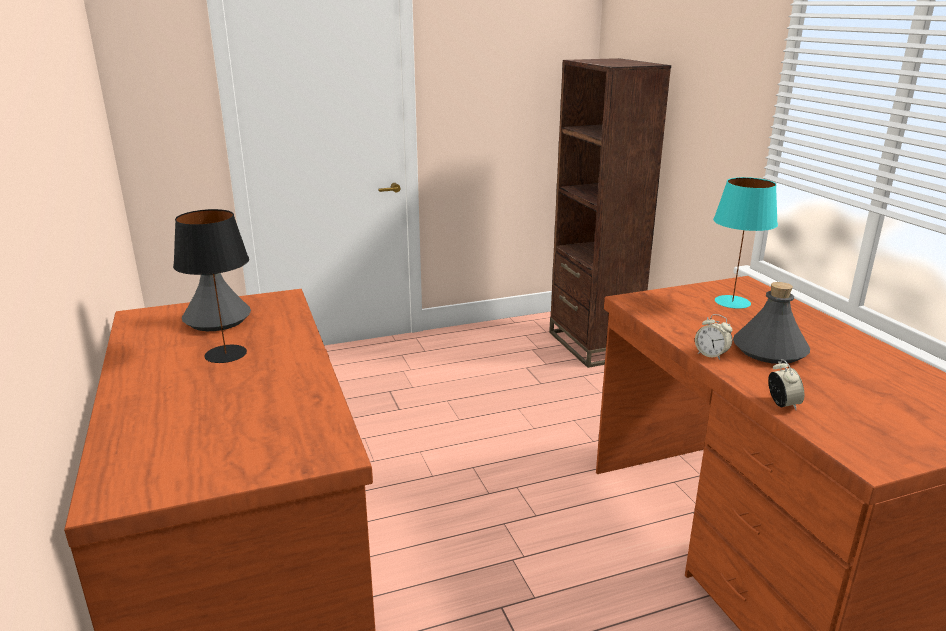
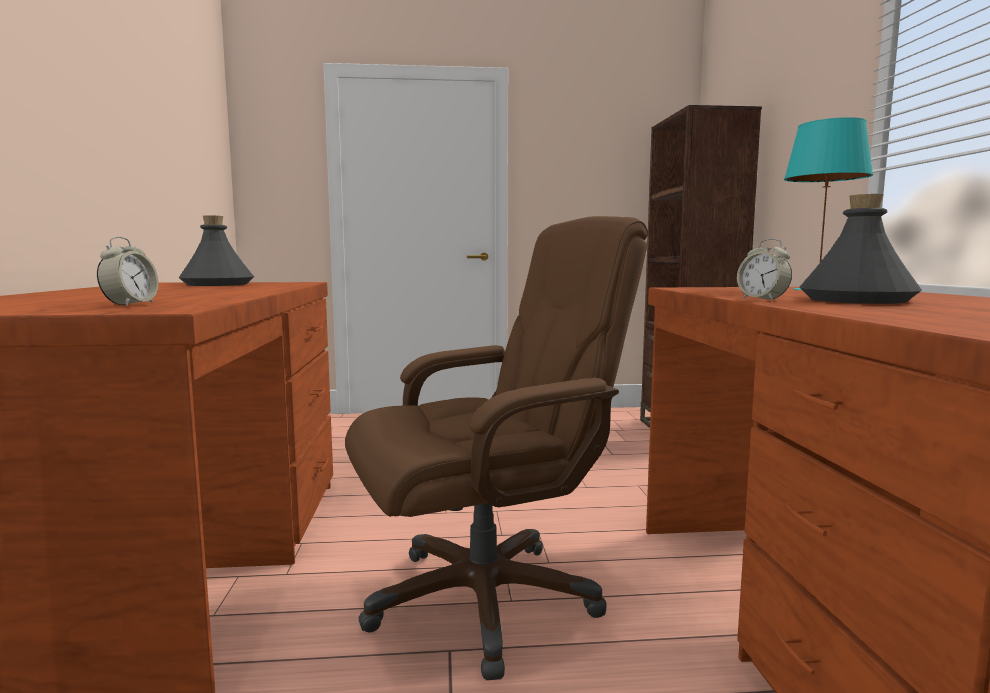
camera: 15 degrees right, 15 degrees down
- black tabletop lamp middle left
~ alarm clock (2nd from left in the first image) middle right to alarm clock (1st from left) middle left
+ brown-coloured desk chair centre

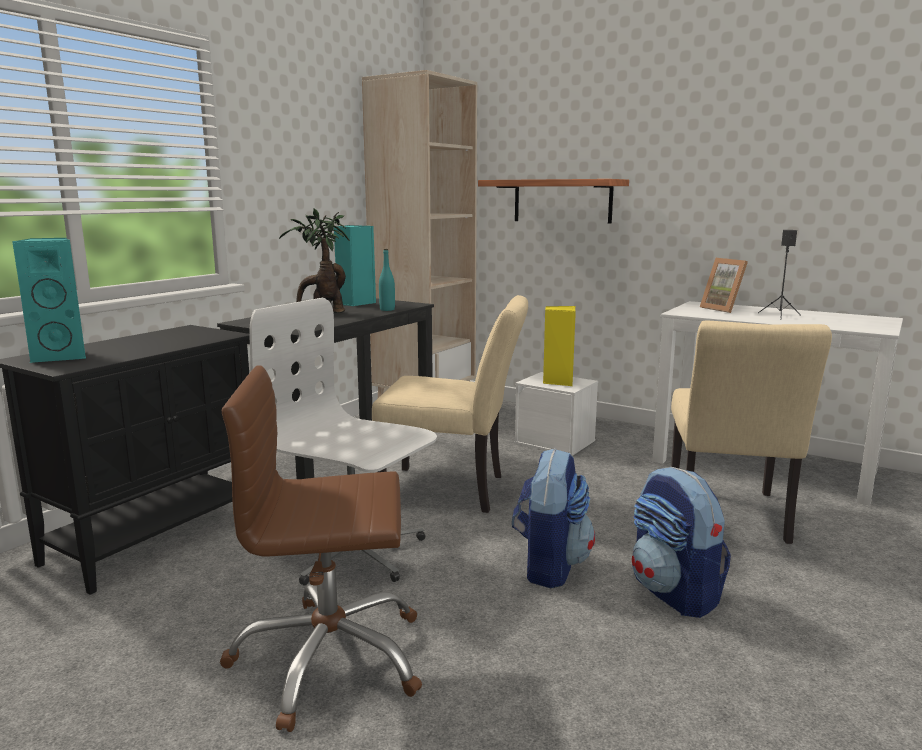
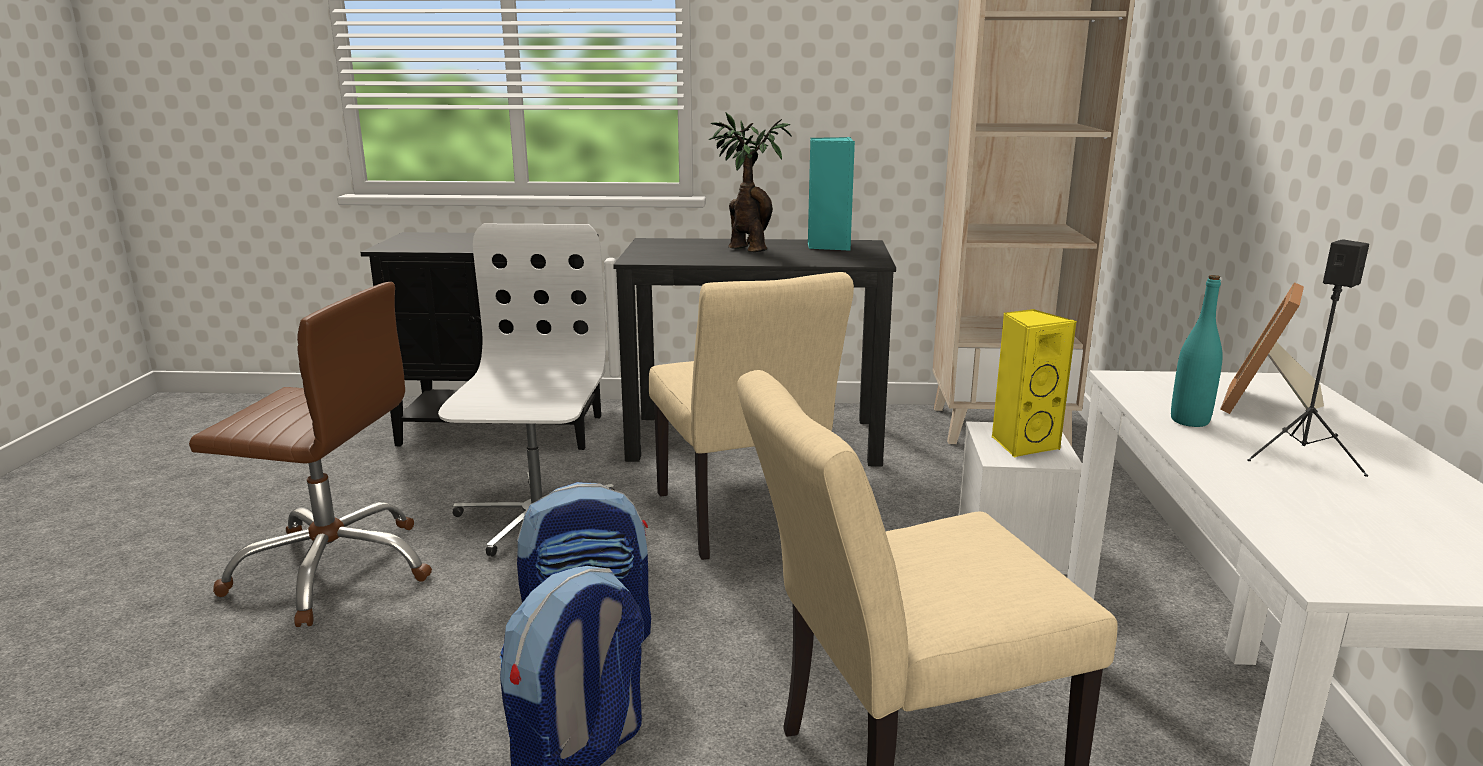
camera: 60 degrees right, 5 degrees up
- turquoise loudspeaker (1st from left) middle left
~ brown-coloured desk chair bottom centre = middle left 135 degrees clockwise
~ turquoise beverage bottle centre to middle right
- bracket shelf top centre

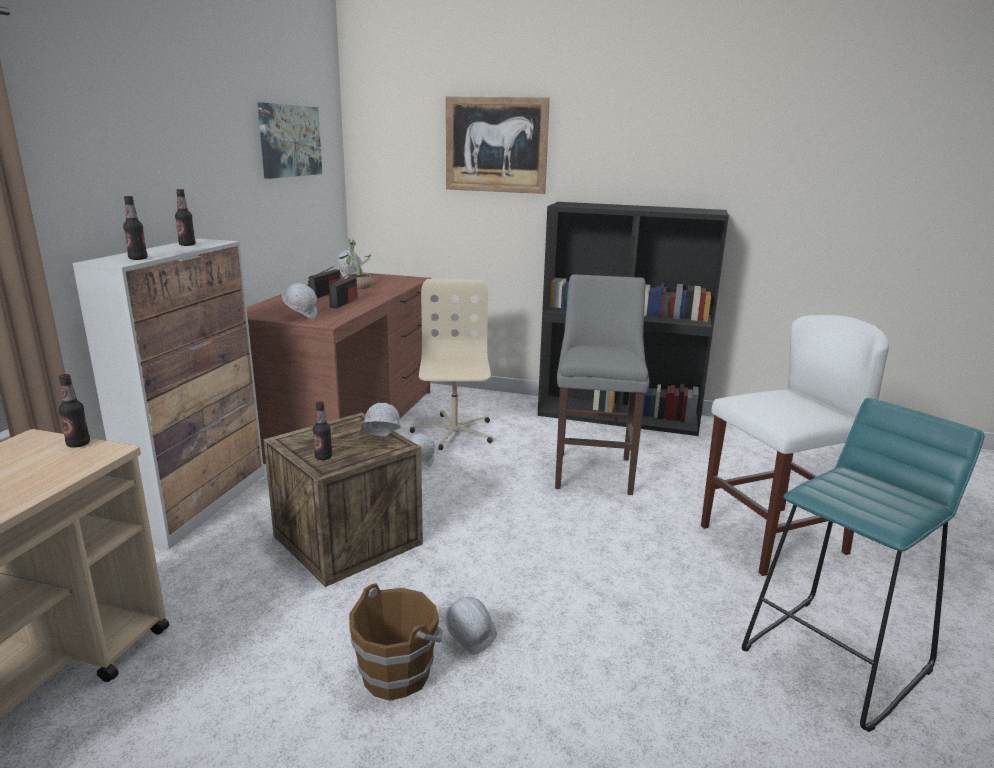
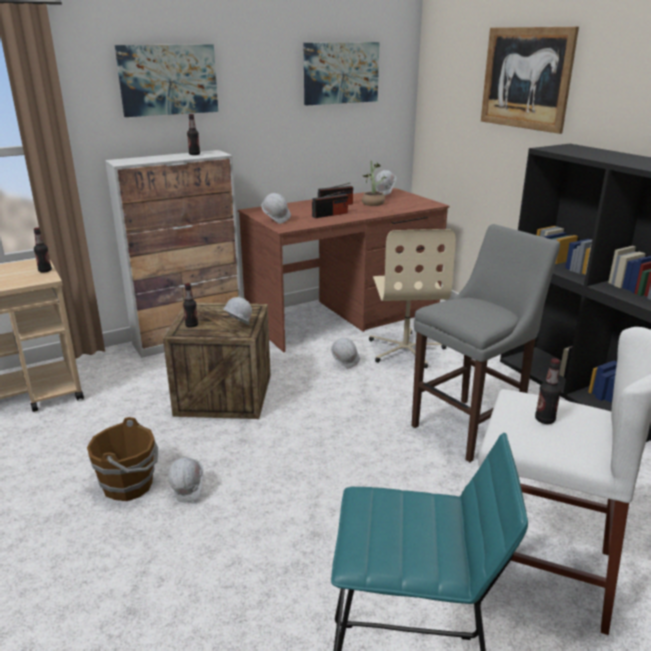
camera: 45 degrees right, 5 degrees up
~ beverage bottle (2nd from left in the first image) top left to beverage bottle (4th from left) middle right
~ beige-coloured desk chair centre = centre 135 degrees clockwise
+ wall art (1st from left) top left

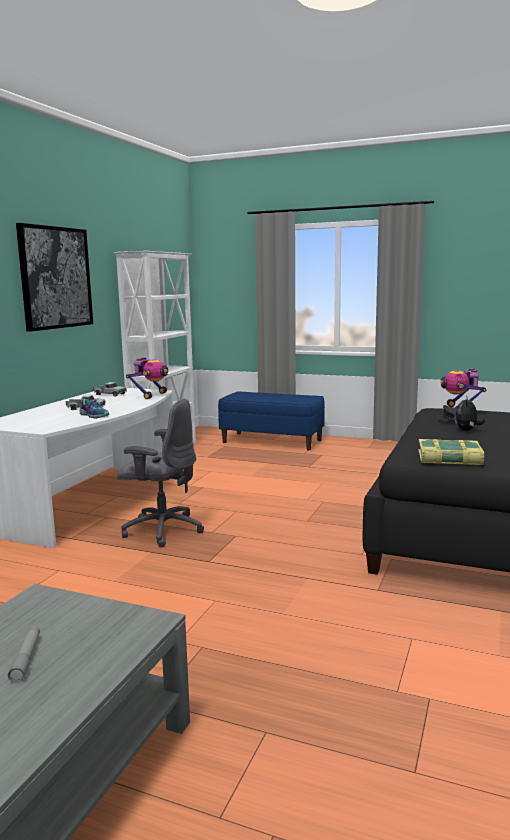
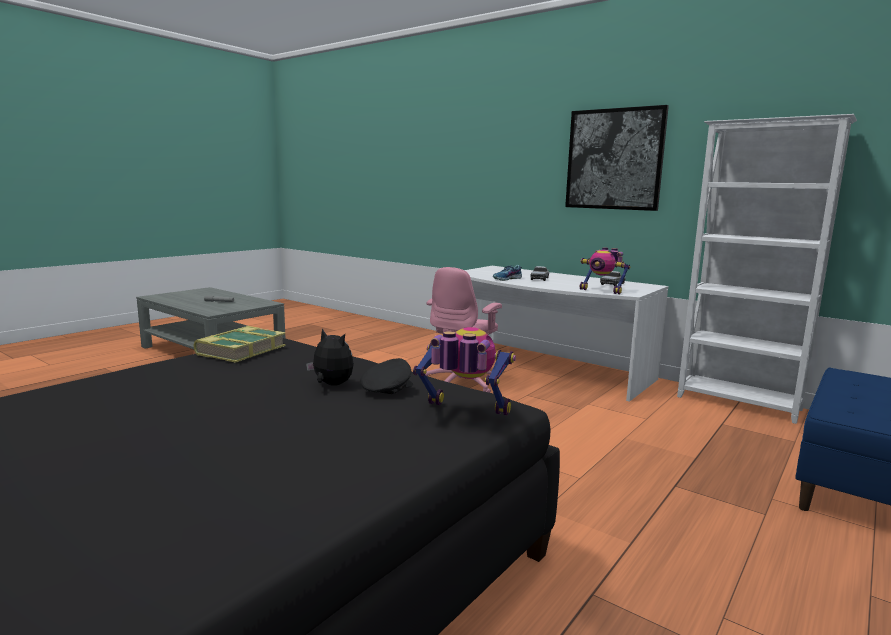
camera: 105 degrees right, 0 degrees up
~ gray desk chair middle left to pink desk chair centre

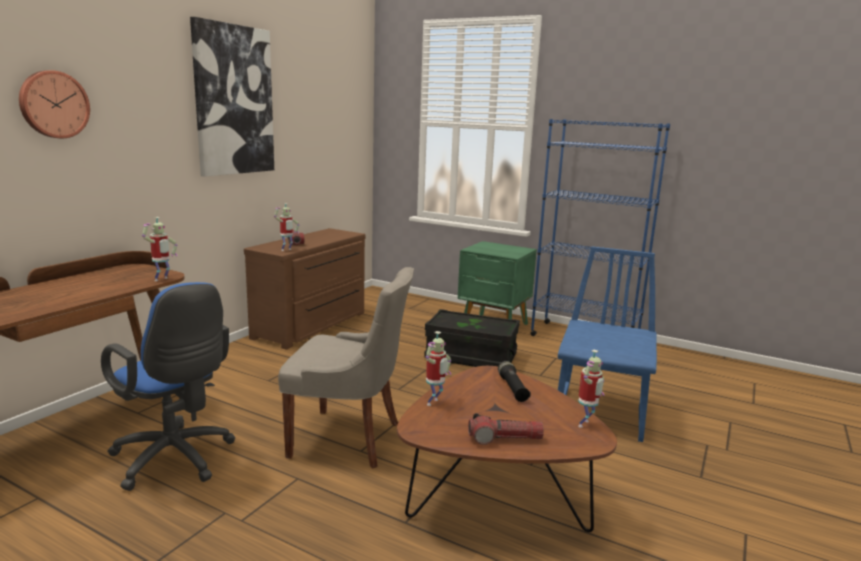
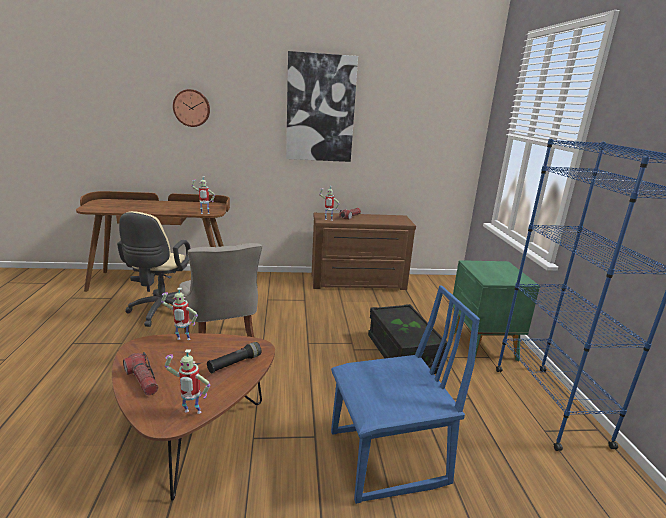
camera: 55 degrees right, 5 degrees up
~ blue desk chair bottom left to beige-coloured desk chair middle left

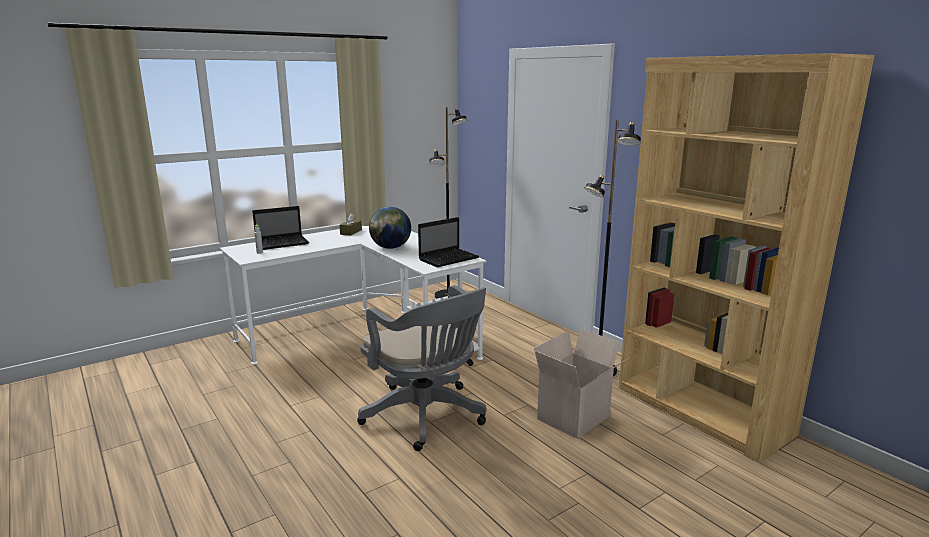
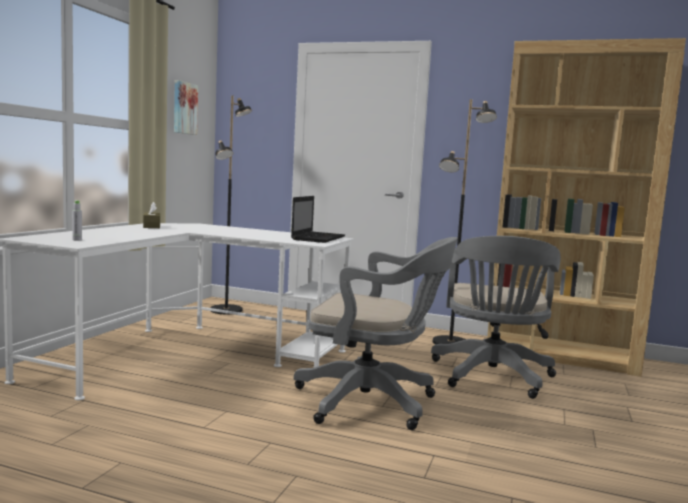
camera: 35 degrees left, 10 degrees down
- portable computer (1st from left) middle left
- world globe centre
~ cardboard box bottom centre to gray desk chair (2nd from left) middle right
+ wall art top left

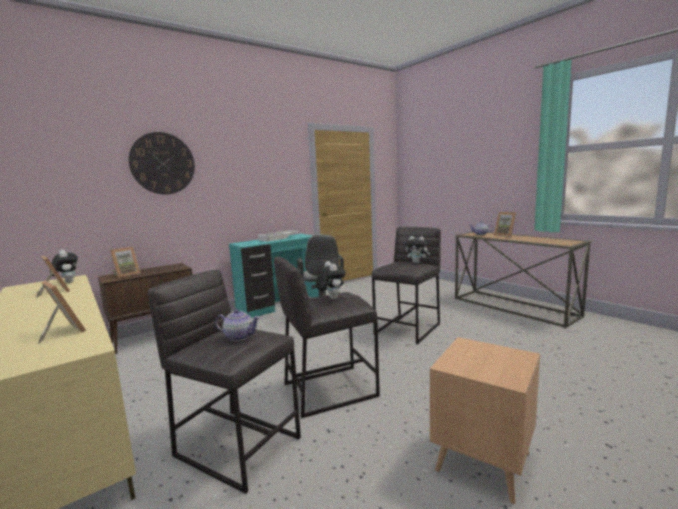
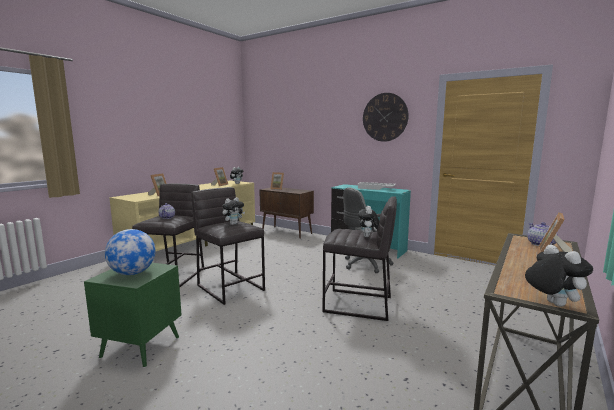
camera: 70 degrees right, 0 degrees up
~ wall clock top left to top centre
~ brown-coloured end table bottom right to green-coloured end table bottom left
+ world globe middle left
+ soft toy (4th from left) bottom right

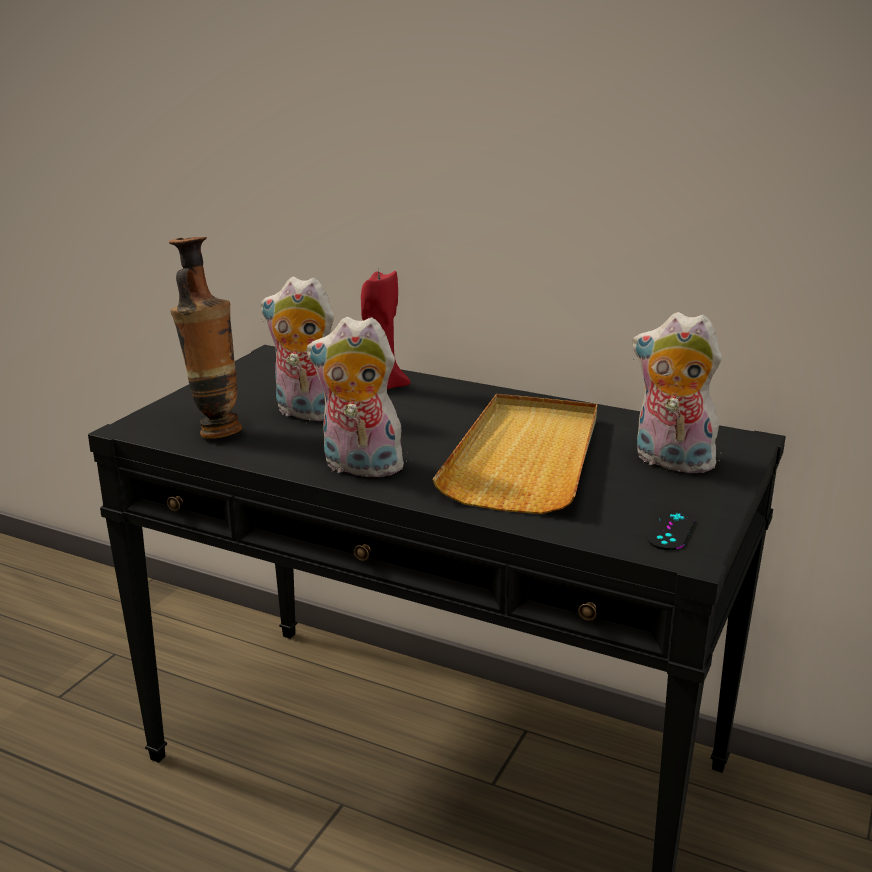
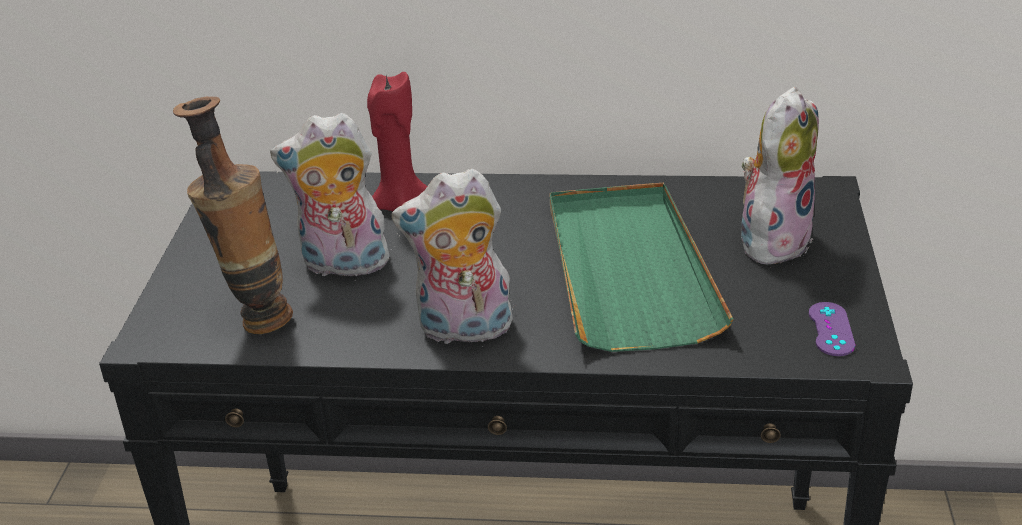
camera: 20 degrees left, 10 degrees up
~ beige-coloured tray centre to green-coloured tray centre
~ soft toy (3rd from left) middle right = middle right 120 degrees clockwise
~ black joypad middle right to purple-coloured joypad middle right

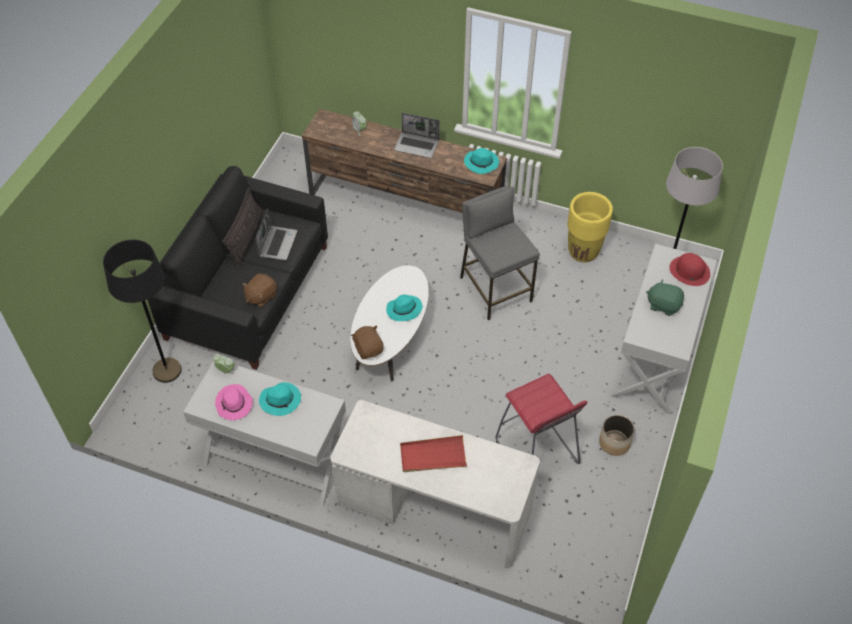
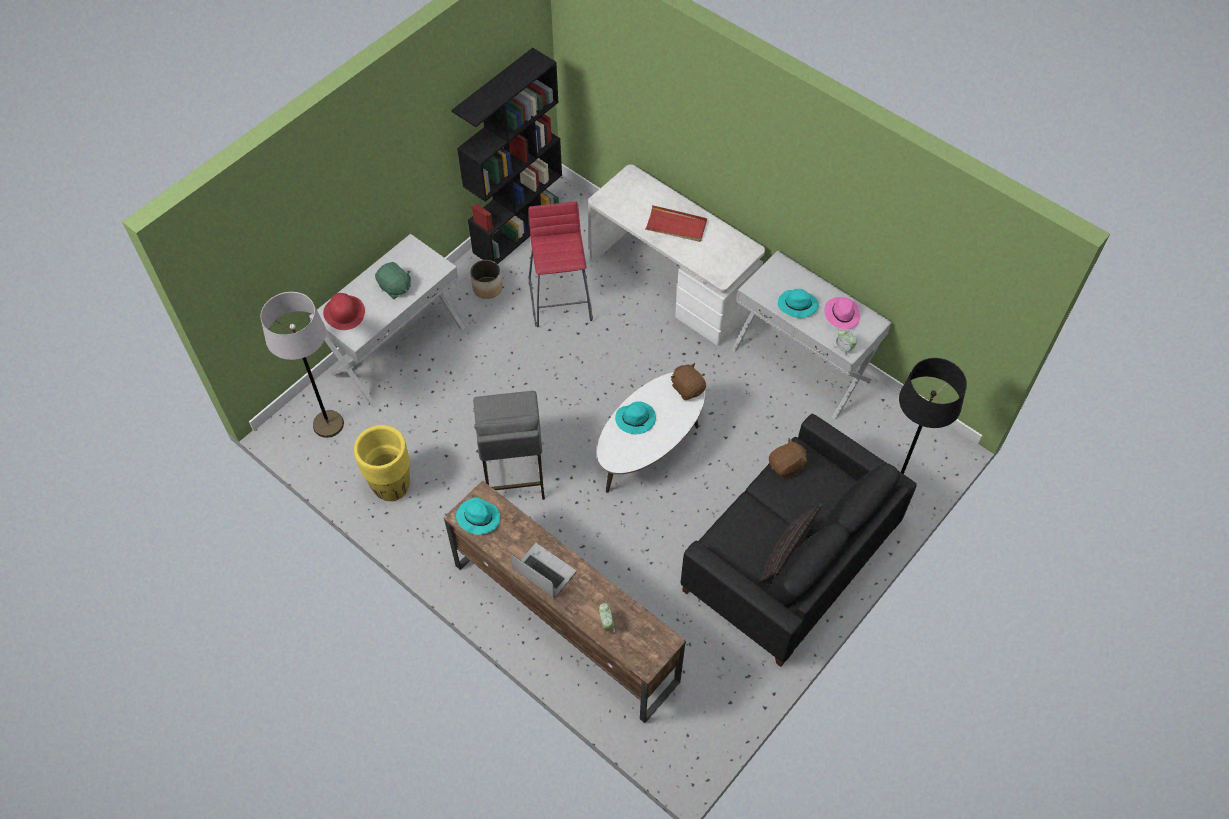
camera: 160 degrees left, 5 degrees up
- portable computer (1st from left) middle left
~ brown-coloured soft toy (2nd from left in the first image) centre = centre 150 degrees clockwise
+ black bookshelf top centre

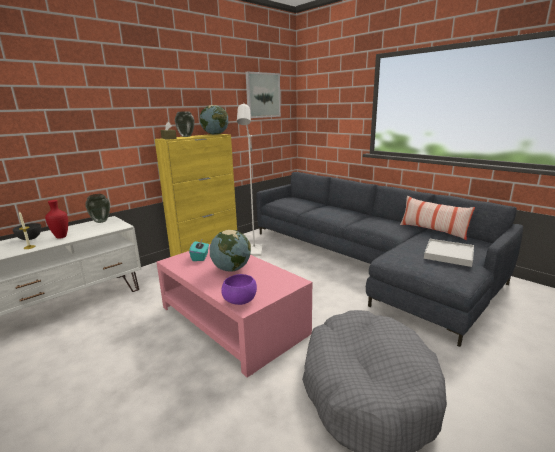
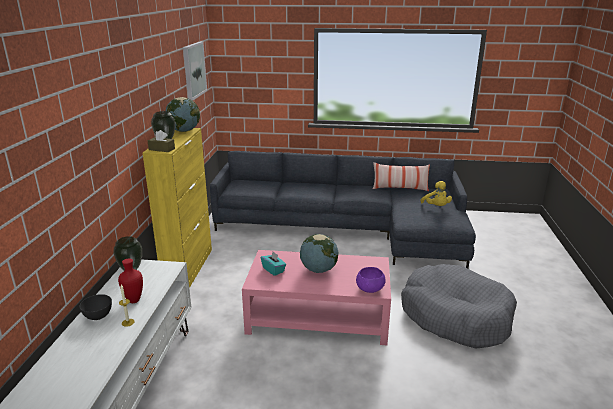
camera: 40 degrees left, 5 degrees up
- white-coloured floor lamp centre
~ white-coloured tray middle right to yellow soft toy middle right

